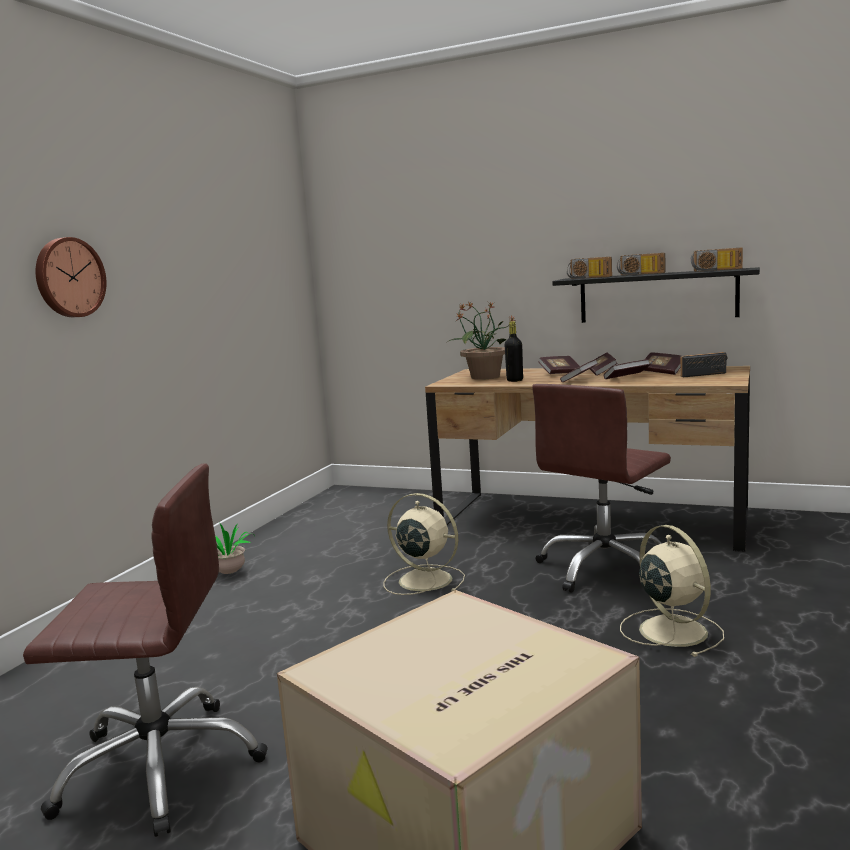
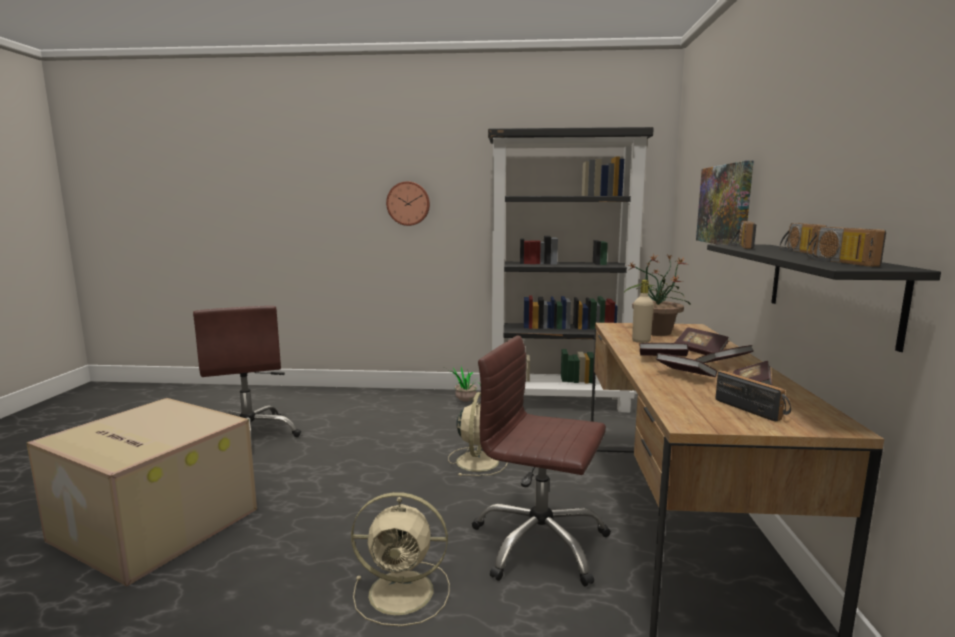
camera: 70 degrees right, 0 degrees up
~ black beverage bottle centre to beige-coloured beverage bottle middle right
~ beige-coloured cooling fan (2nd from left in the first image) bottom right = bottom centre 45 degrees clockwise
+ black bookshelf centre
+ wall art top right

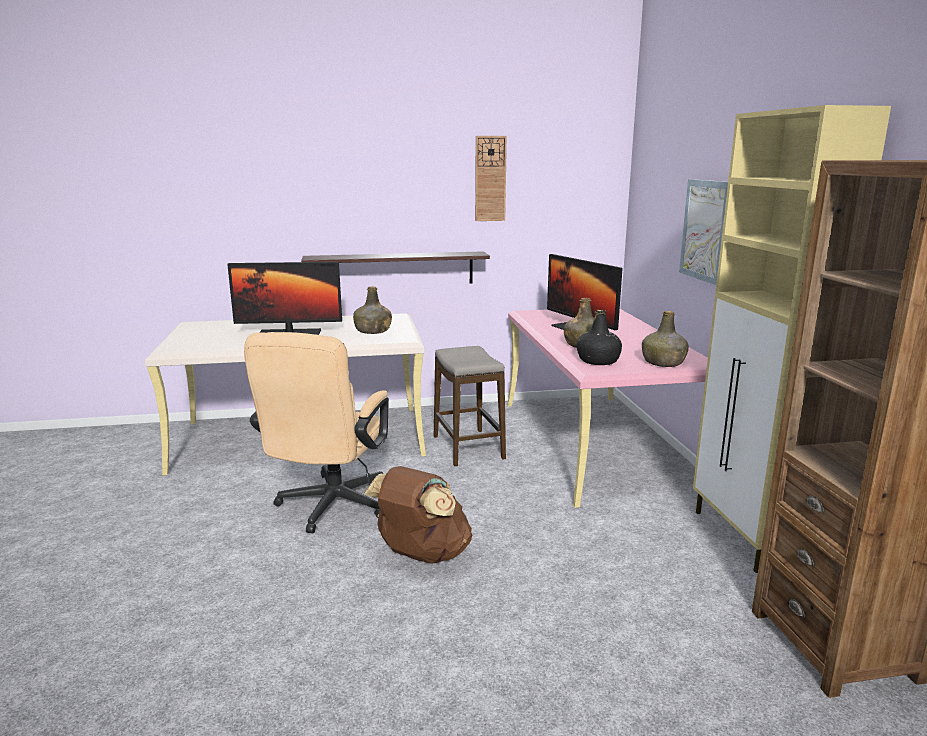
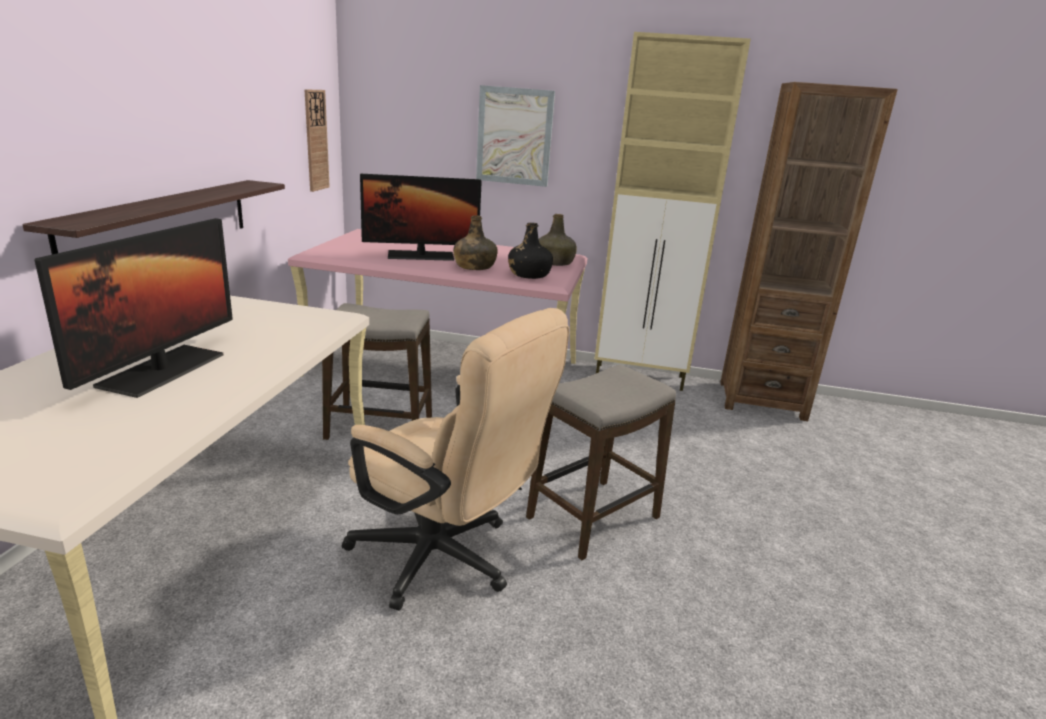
camera: 70 degrees left, 5 degrees up
- green-coloured beverage bottle (1st from left) centre
~ brown-coloured backpack bottom centre to stool (2nd from left) centre
~ wall clock top centre to top left

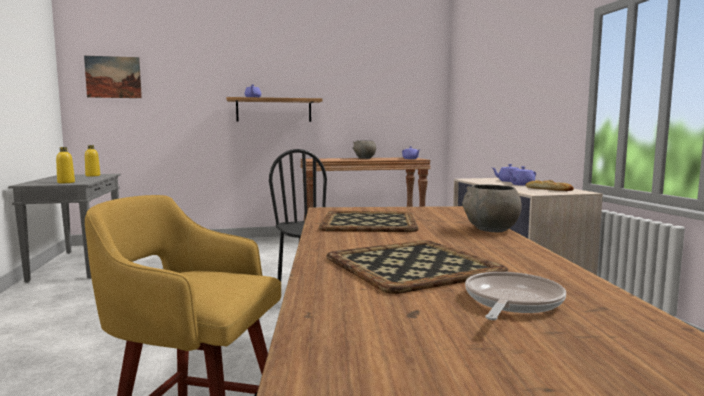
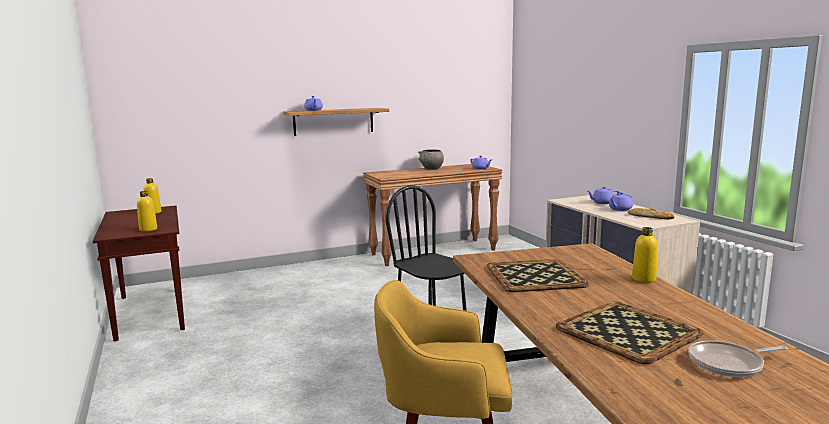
camera: 10 degrees left, 5 degrees up
~ gray console table middle left to brown-coloured console table (1st from left) middle left
- wall art top left
~ gray serving bowl (2nd from left) middle right to yellow beverage bottle (3rd from left) middle right
~ skillet bottom right = bottom right 120 degrees counterclockwise

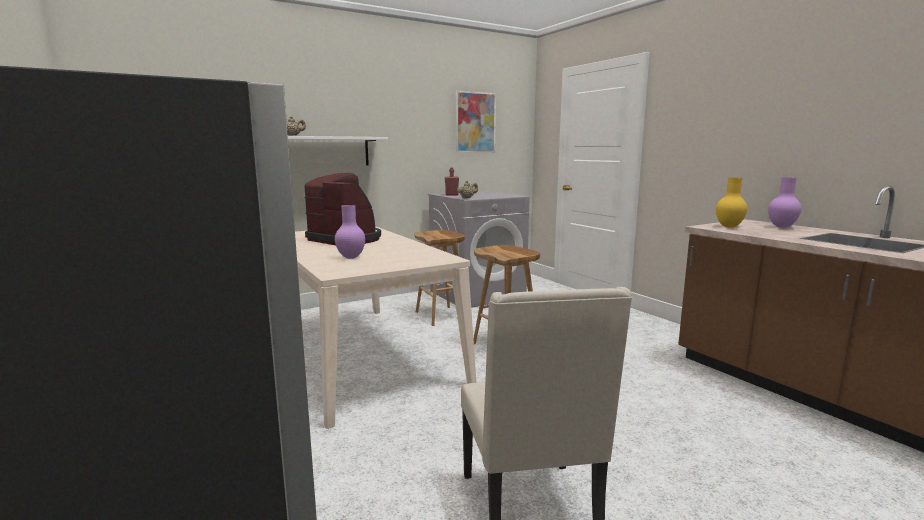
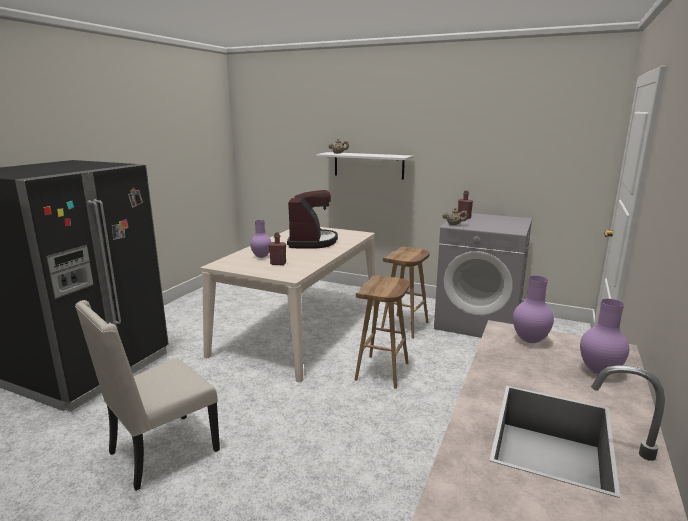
camera: 55 degrees right, 5 degrees up
- wall art top centre
~ yellow vase middle right to purple-coloured vase (2nd from left) middle right
+ red-coloured beverage bottle (1st from left) centre

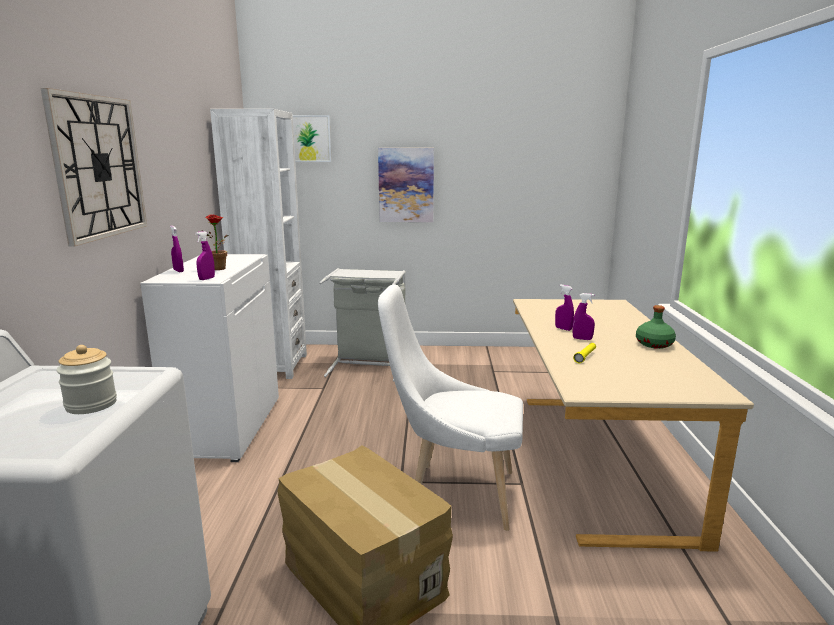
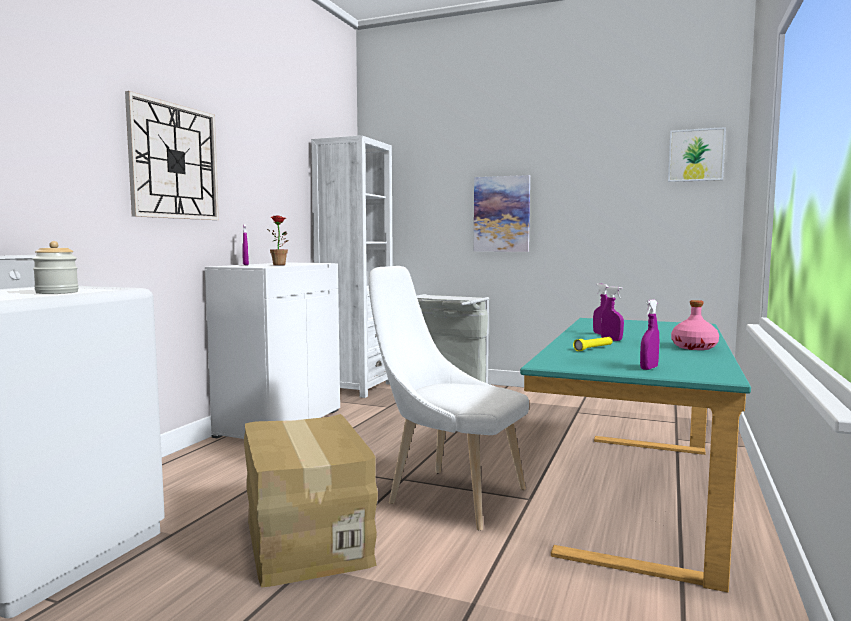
camera: 20 degrees right, 10 degrees down
~ purple-coloured spray bottle (2nd from left in the first image) middle left to purple-coloured spray bottle (4th from left) middle right
~ wall art (1st from left in the first image) top centre to wall art (2nd from left) top right
~ beige-coloured desk table bottom right to turquoise desk table bottom right
~ green-coloured beverage bottle middle right to pink beverage bottle middle right

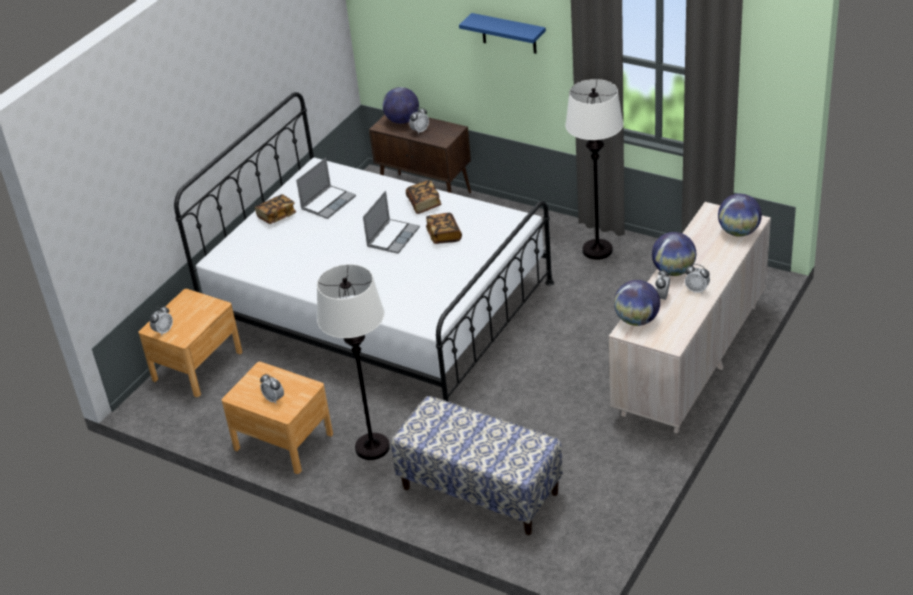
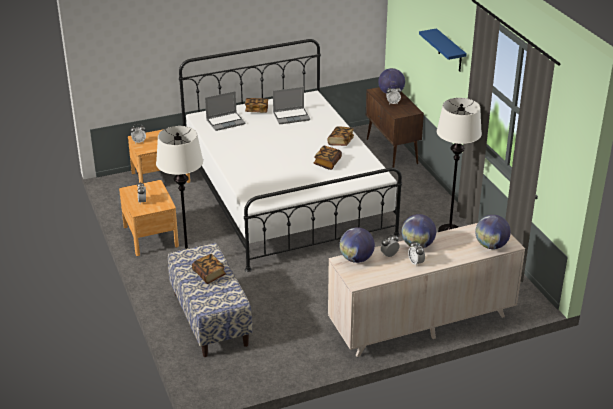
camera: 35 degrees right, 5 degrees down
~ portable computer (2nd from left in the first image) centre to portable computer (1st from left) top centre
+ bound book (1st from left) centre

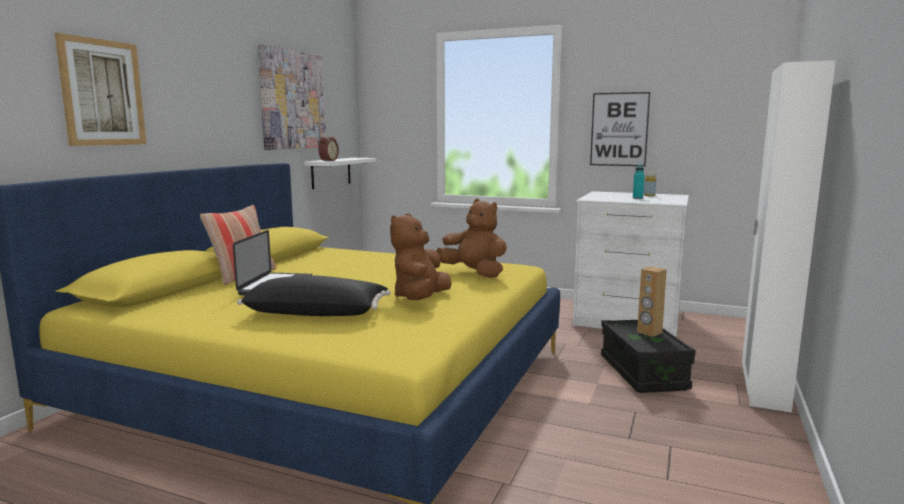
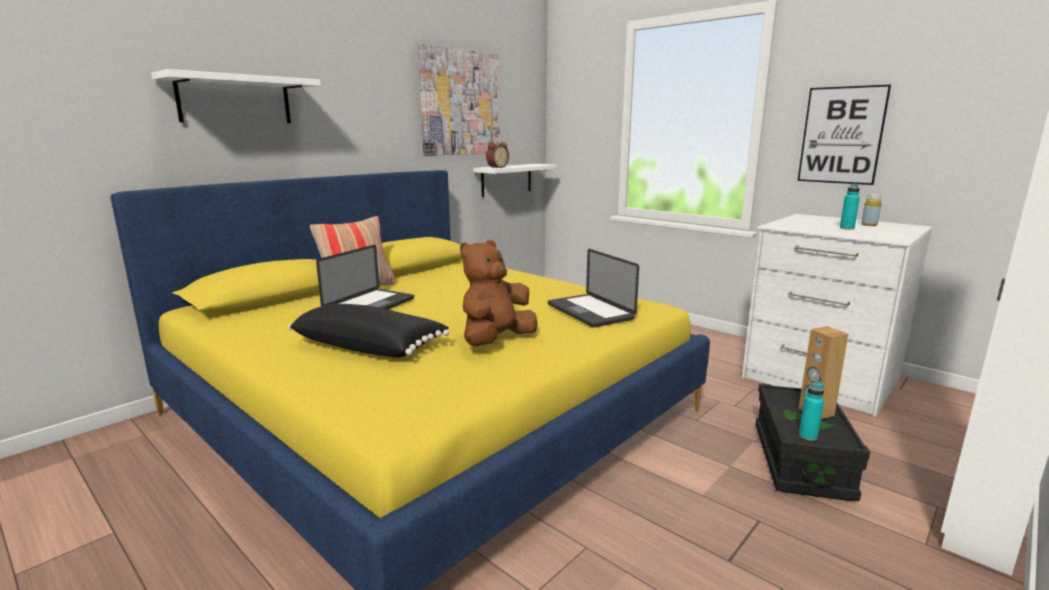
camera: 20 degrees right, 5 degrees up
~ wall art (1st from left) top left to white-coloured bracket shelf (1st from left) top left
~ brown-coloured soft toy (2nd from left) centre to portable computer (2nd from left) centre
+ turquoise beverage bottle (1st from left) bottom right

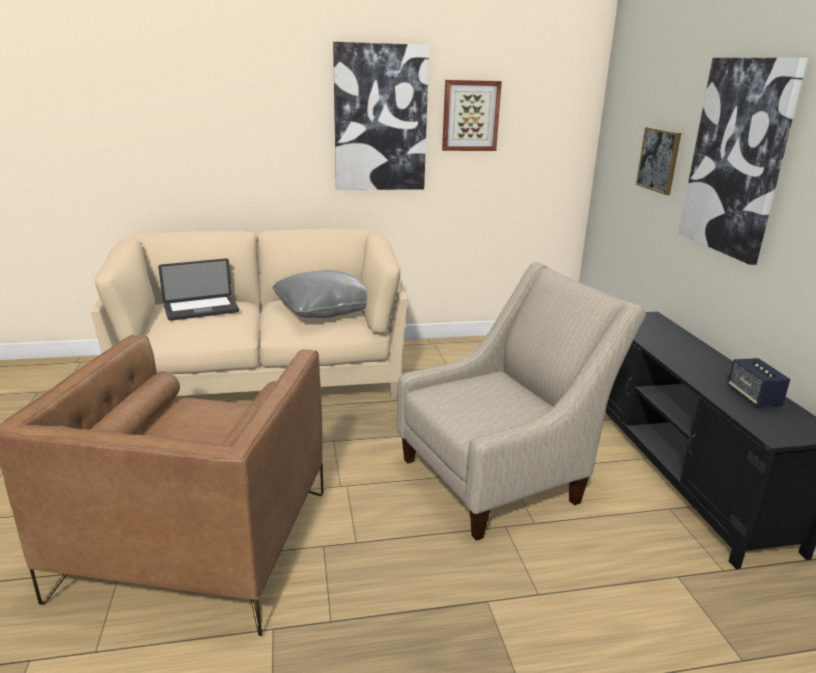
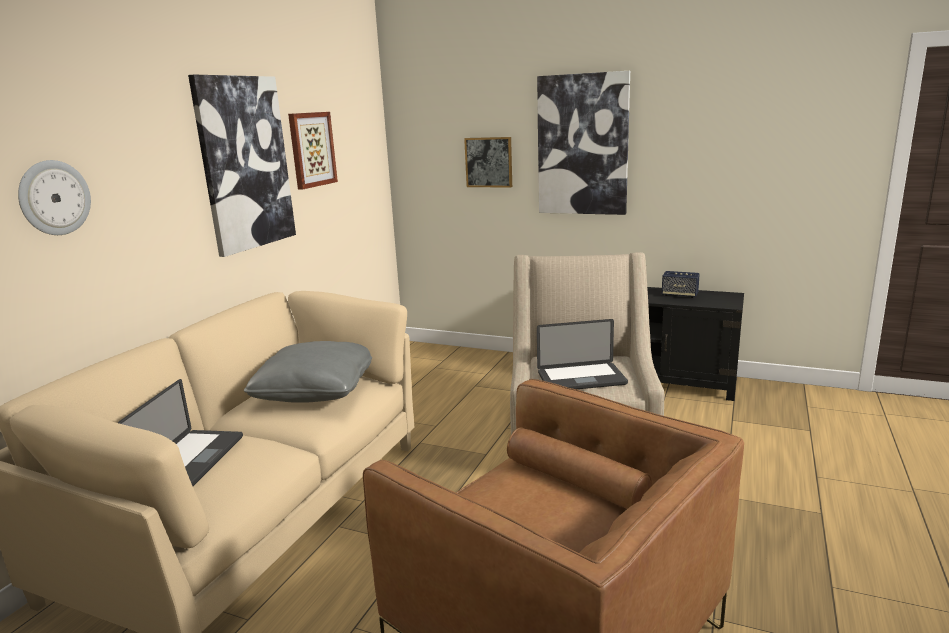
camera: 55 degrees left, 5 degrees down
+ wall clock top left
+ portable computer (2nd from left) centre

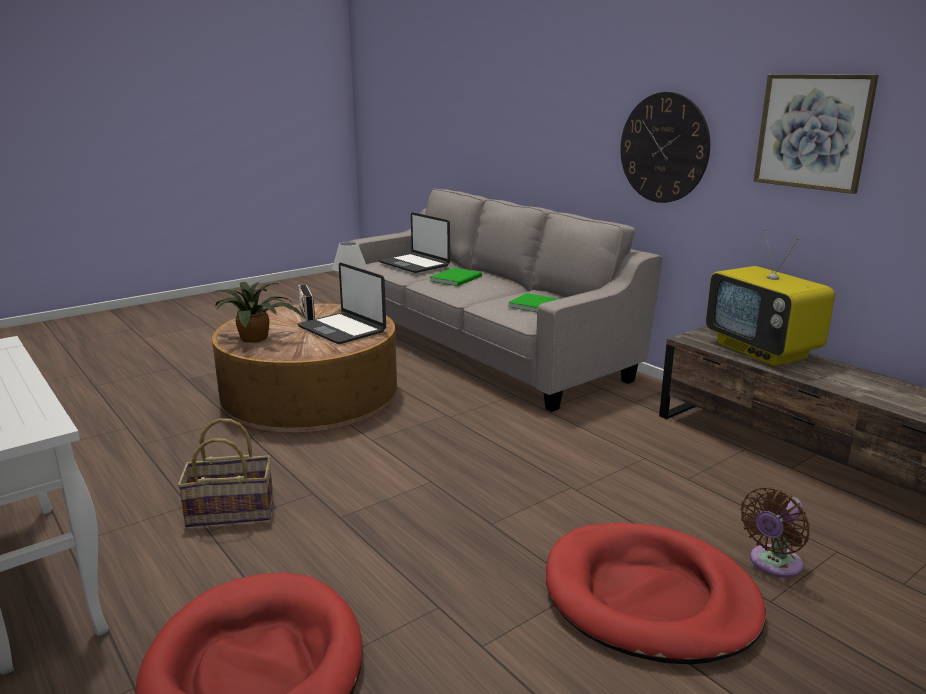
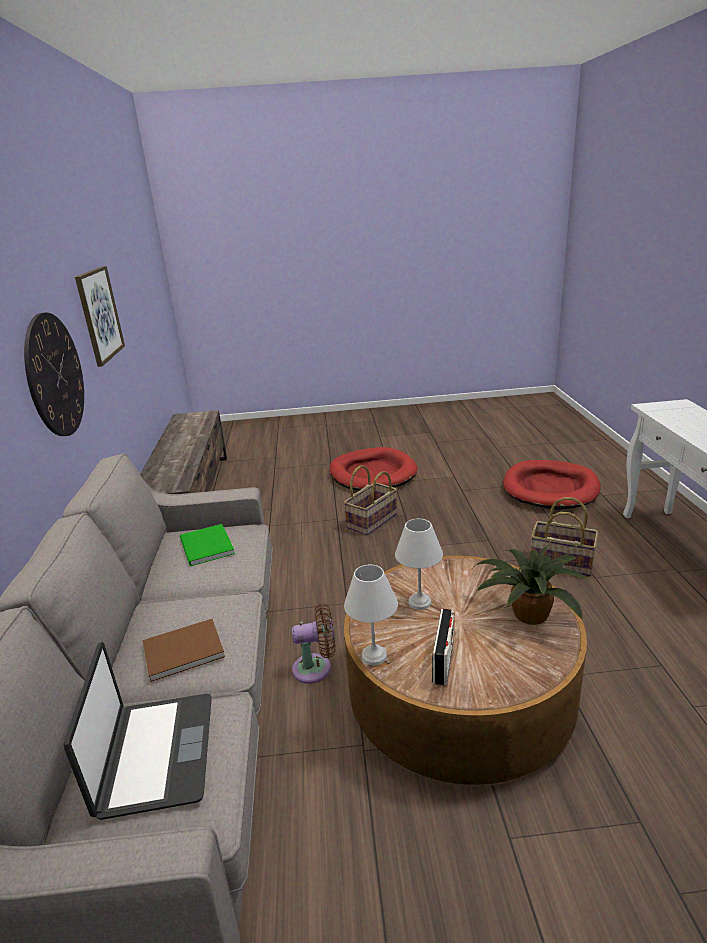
camera: 145 degrees left, 5 degrees up
~ portable computer (1st from left) centre to white-coloured tabletop lamp (2nd from left) centre
~ green-coloured bound book (1st from left) centre to brown-coloured bound book bottom left
- television middle right
~ brown-coloured cooling fan bottom right to bottom centre
+ basket (1st from left) centre

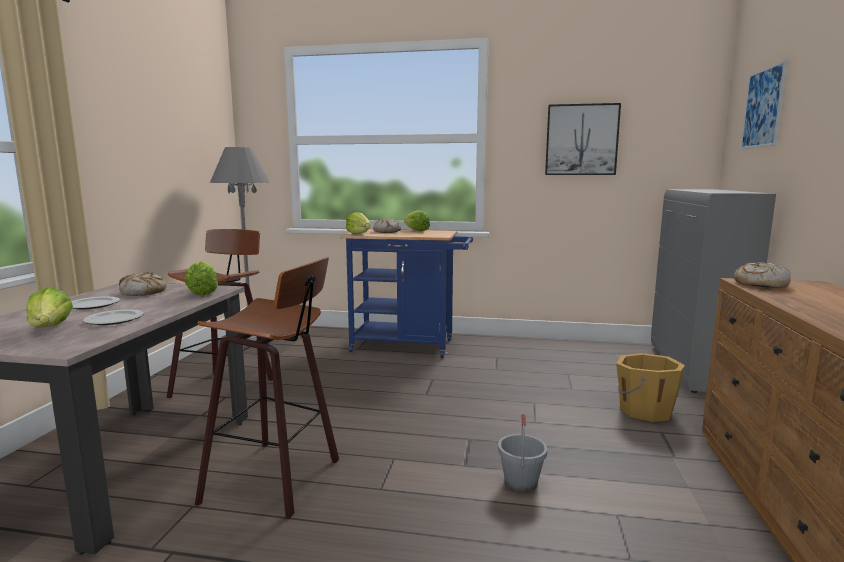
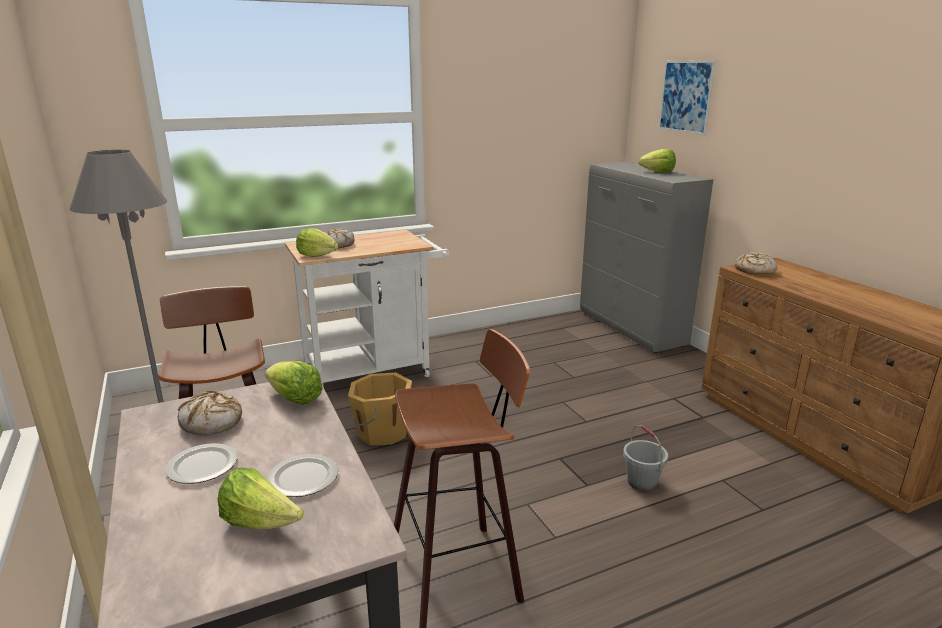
camera: 35 degrees left, 10 degrees up
~ blue trolley centre to white-coloured trolley centre
~ lettuce (4th from left) centre to top right
- wall art (1st from left) top right
~ orangey pail bottom right to centre

